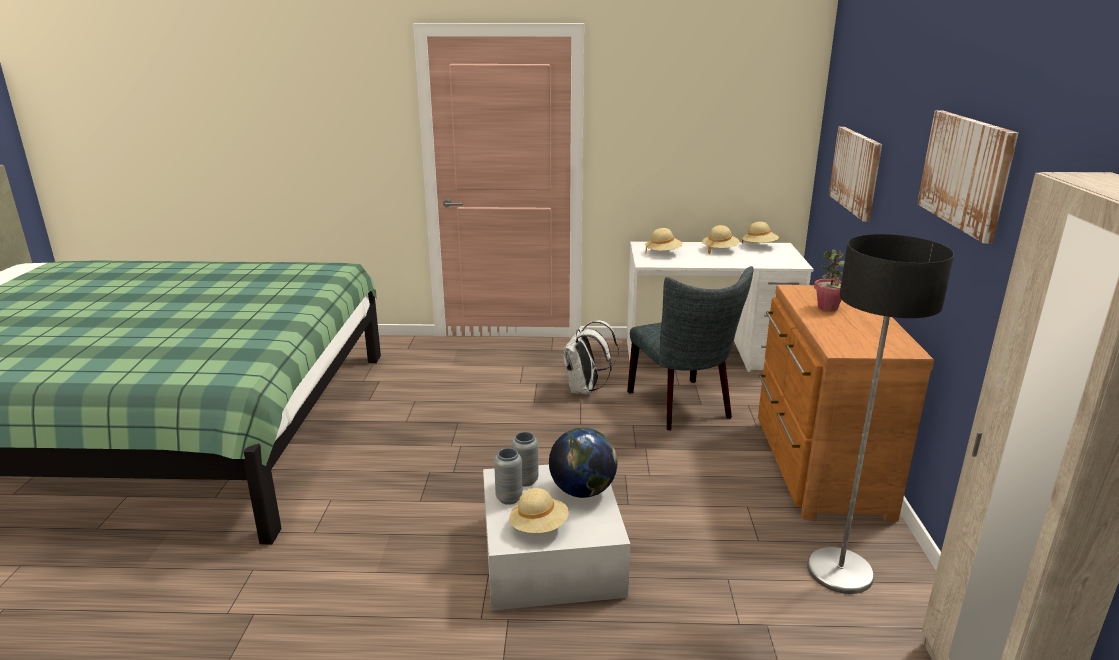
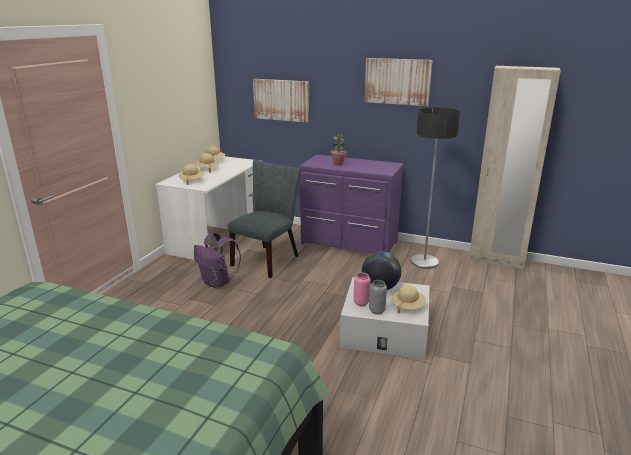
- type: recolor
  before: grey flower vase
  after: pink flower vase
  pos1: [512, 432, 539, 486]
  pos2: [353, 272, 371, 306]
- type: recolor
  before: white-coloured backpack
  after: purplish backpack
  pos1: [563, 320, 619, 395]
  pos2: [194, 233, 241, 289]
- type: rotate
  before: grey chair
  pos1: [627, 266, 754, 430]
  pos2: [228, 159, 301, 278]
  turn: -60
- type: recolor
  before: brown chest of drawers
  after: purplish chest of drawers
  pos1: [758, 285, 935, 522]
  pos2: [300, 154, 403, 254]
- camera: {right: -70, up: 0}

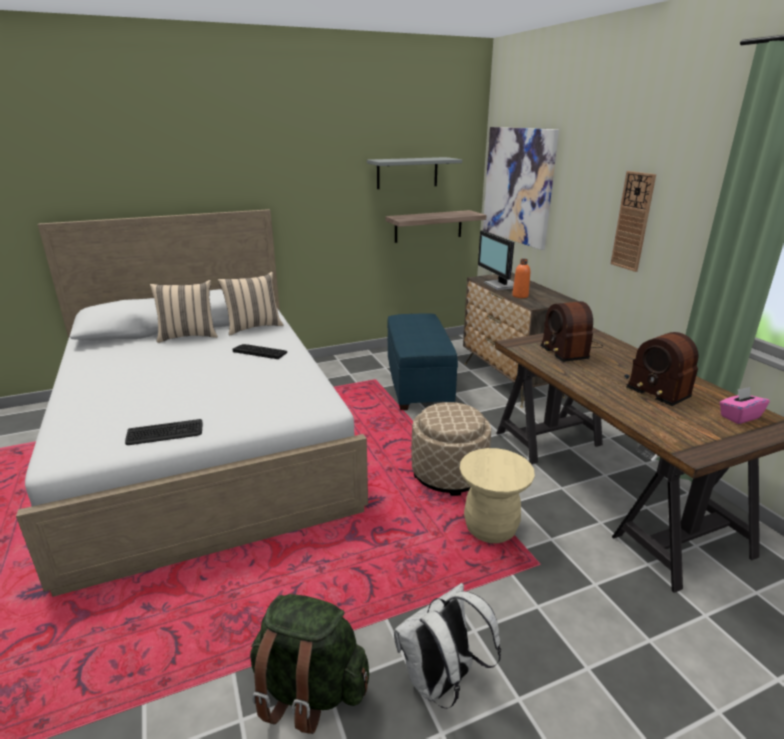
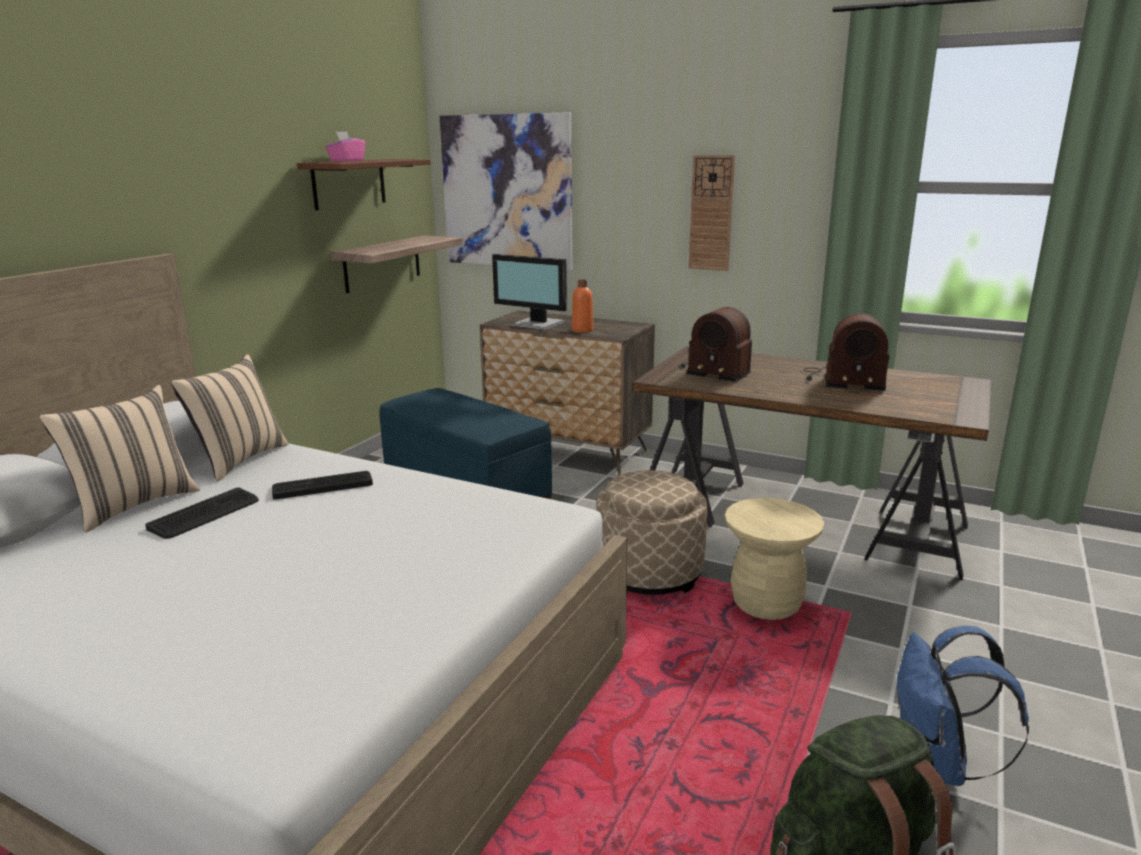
- type: move
  before: PC keyboard
  pos1: [125, 419, 203, 445]
  pos2: [145, 487, 259, 539]
- type: recolor
  before: grey shelf
  after: brown shelf
  pos1: [367, 157, 462, 189]
  pos2: [297, 159, 431, 210]
- type: recolor
  before: white-coloured backpack
  after: bluish backpack
  pos1: [394, 583, 501, 709]
  pos2: [897, 626, 1029, 786]
- type: move
  before: pink box of tissues
  pos1: [720, 387, 770, 424]
  pos2: [326, 131, 366, 161]
- camera: {right: -40, up: -5}

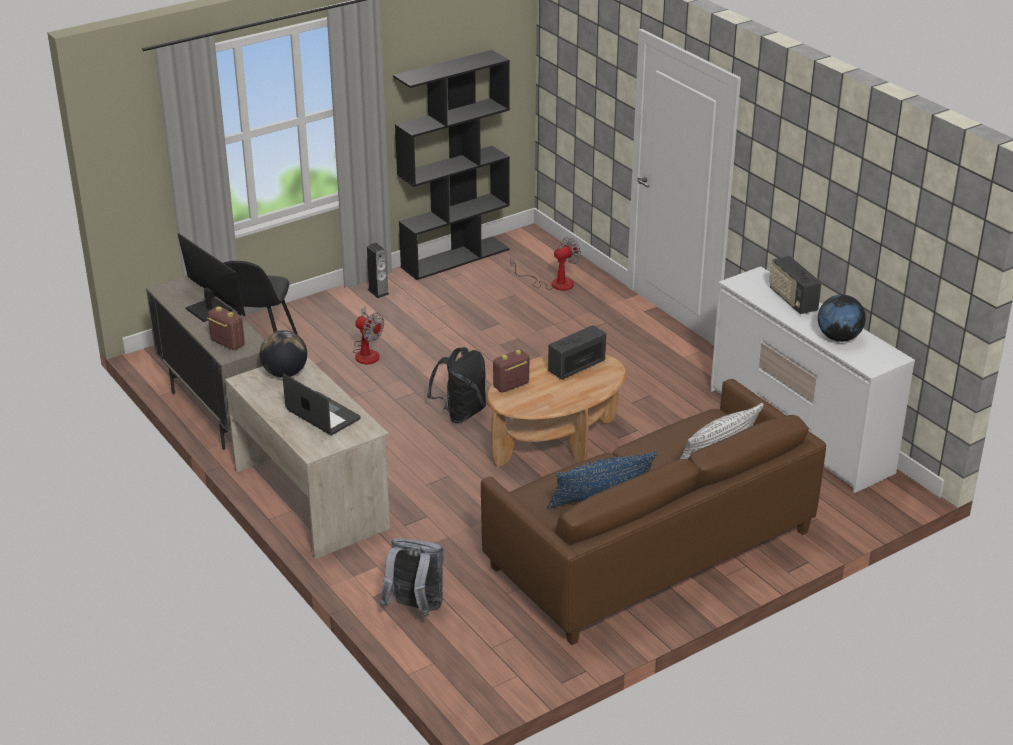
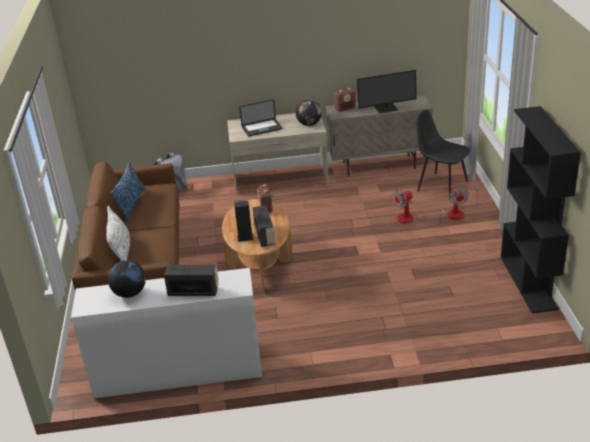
- type: move
  before: loudspeaker
  pos1: [367, 243, 389, 298]
  pos2: [234, 201, 254, 242]
- type: delete
  before: black backpack
  pos1: [427, 347, 486, 423]
- type: move
  before: fan
  pos1: [510, 237, 581, 291]
  pos2: [448, 185, 479, 220]
- camera: {right: 120, up: 0}

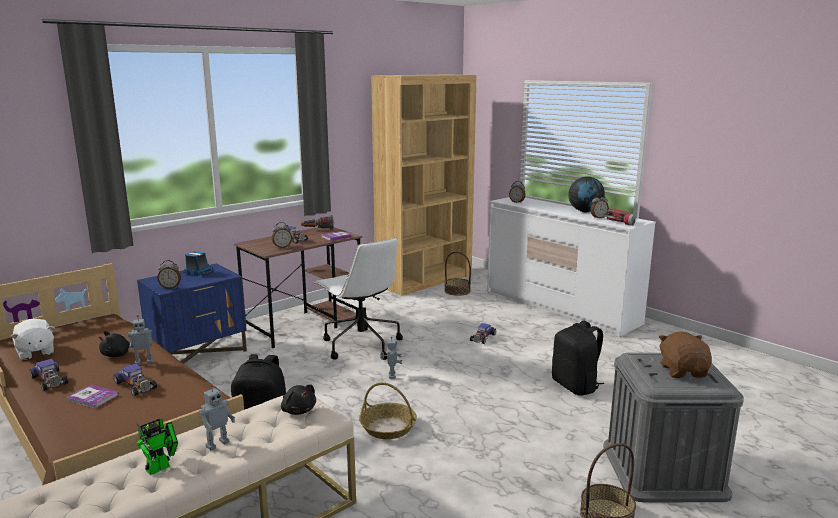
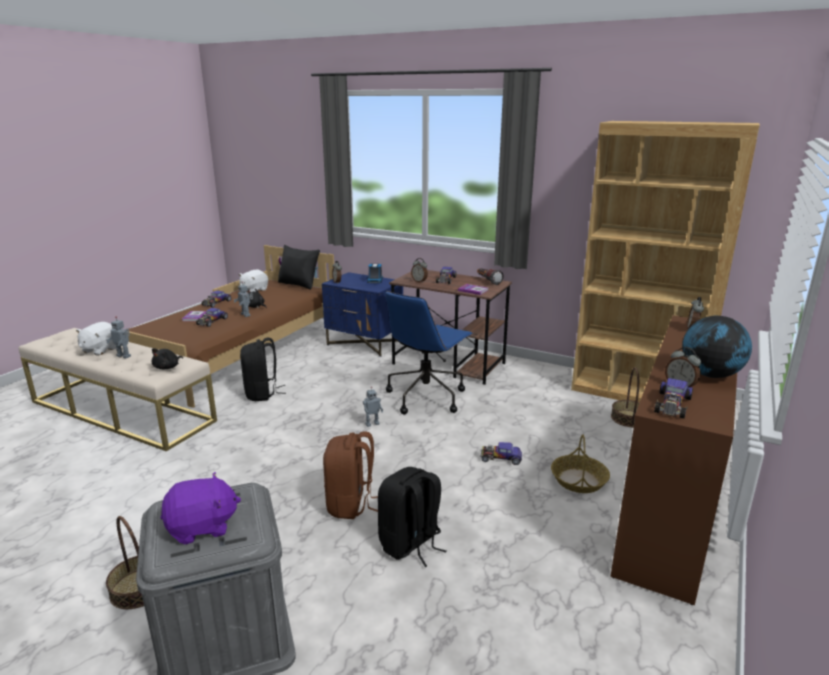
- type: replace
  before: toy robot
  after: white-coloured plush toy
  pos1: [137, 419, 178, 475]
  pos2: [76, 322, 116, 356]
- type: recolor
  before: white-coloured office chair
  after: bluish office chair
  pos1: [314, 237, 403, 360]
  pos2: [385, 291, 473, 414]
- type: move
  before: storage basket
  pos1: [359, 382, 417, 439]
  pos2: [551, 434, 610, 493]
- type: recolor
  before: white-coloured chest of drawers
  after: brown chest of drawers
  pos1: [487, 197, 656, 337]
  pos2: [610, 315, 737, 605]
- type: replace
  before: hand torch
  after: miniature car
  pos1: [603, 208, 636, 226]
  pos2: [654, 378, 693, 419]
- type: recolor
  before: brown plush toy
  after: purplish plush toy
  pos1: [659, 331, 712, 378]
  pos2: [160, 472, 241, 544]
- type: insert
  after: black cushion
  pos2: [278, 245, 320, 290]
- type: insert
  after: brown backpack
  pos2: [323, 431, 378, 519]
- camera: {right: 70, up: 5}

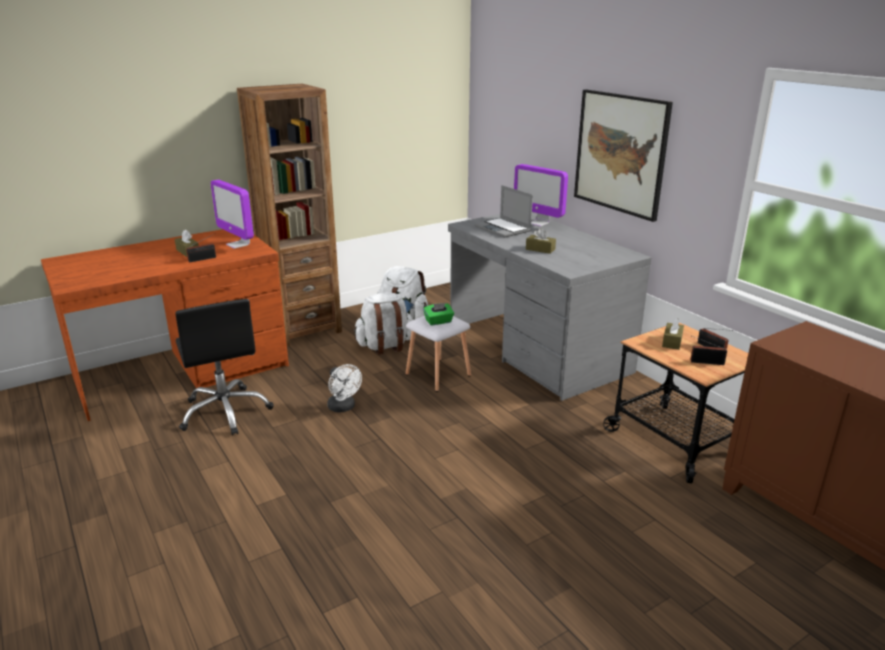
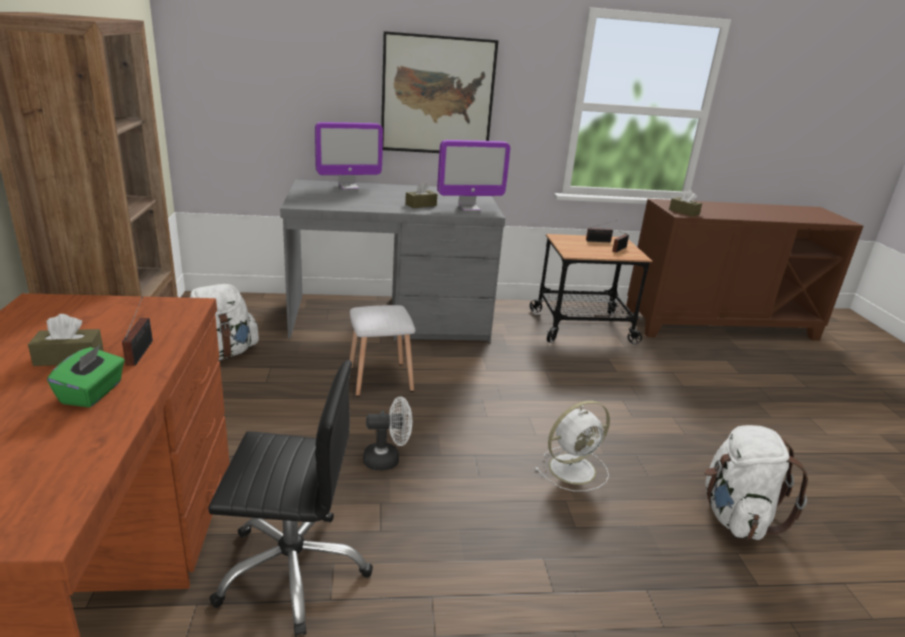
- type: move
  before: monitor
  pos1: [211, 180, 254, 249]
  pos2: [437, 140, 510, 211]
- type: move
  before: white-coloured backpack
  pos1: [353, 293, 412, 355]
  pos2: [705, 425, 808, 540]
- type: move
  before: greenish box of tissues
  pos1: [423, 303, 454, 326]
  pos2: [47, 345, 125, 407]
- type: delete
  before: laptop
  pos1: [475, 185, 533, 238]
- type: move
  before: brown box of tissues
  pos1: [662, 318, 684, 350]
  pos2: [669, 190, 702, 216]
- type: insert
  after: white-coloured fan
  pos2: [534, 400, 610, 491]
- camera: {right: -65, up: 0}

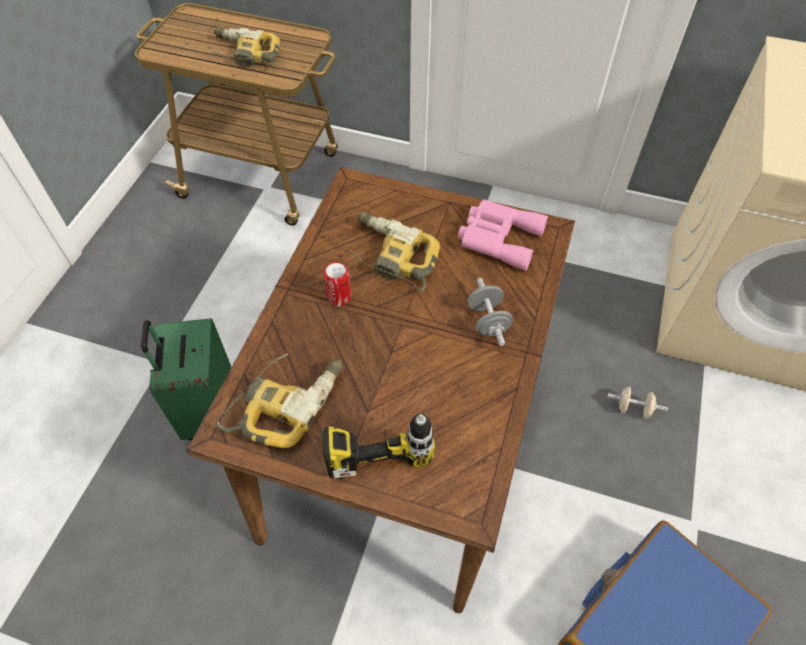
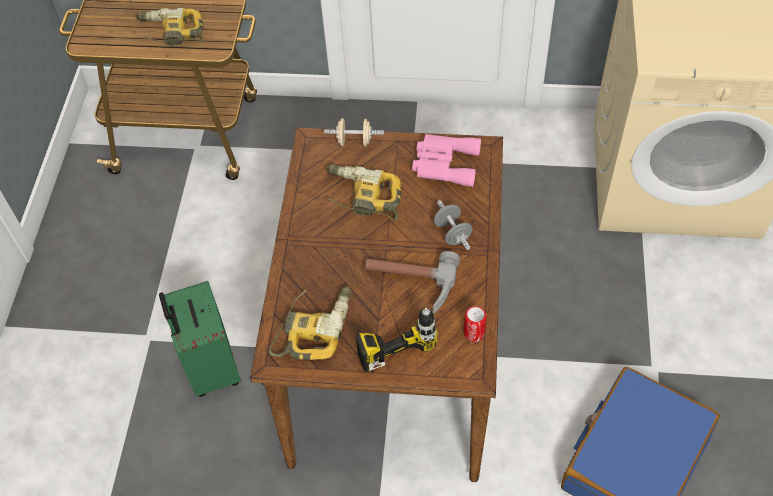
- type: move
  before: can
  pos1: [324, 262, 351, 306]
  pos2: [464, 306, 487, 342]
- type: move
  before: beige free weight
  pos1: [607, 387, 668, 419]
  pos2: [324, 118, 384, 147]
- type: insert
  after: hammer
  pos2: [365, 251, 460, 314]
- camera: {right: -10, up: 0}

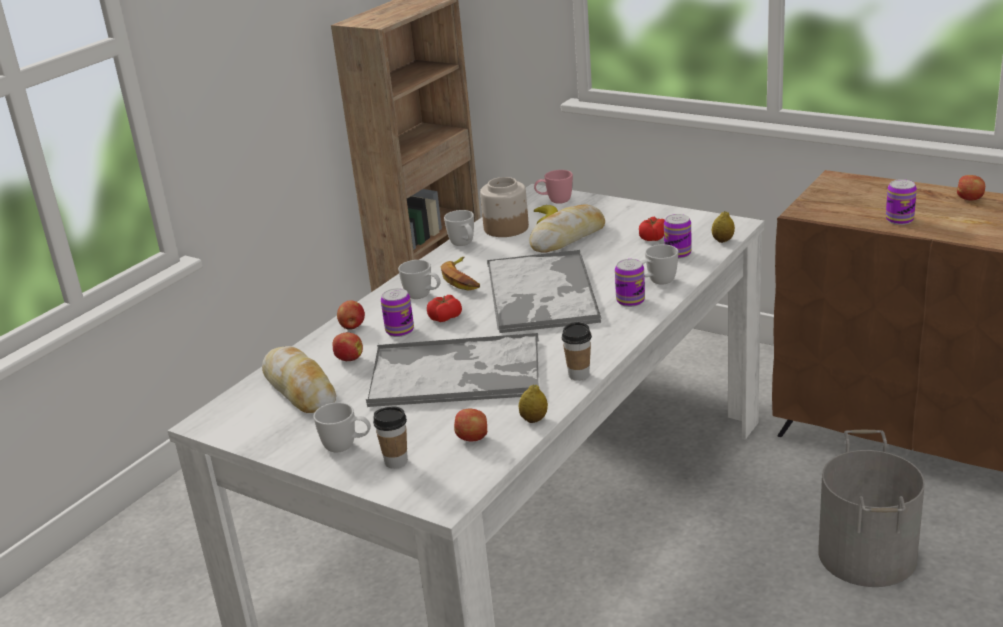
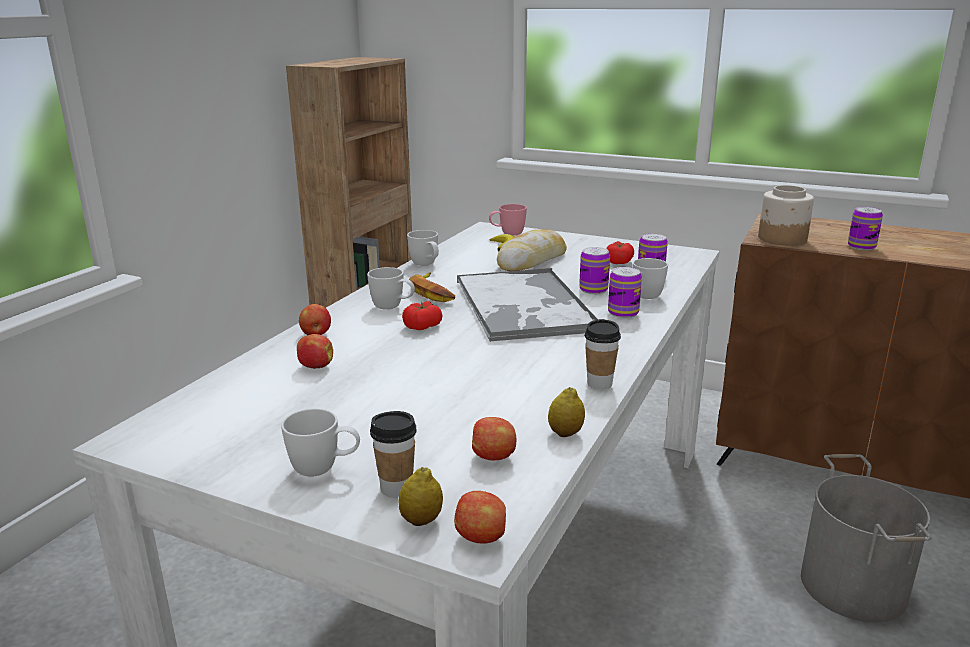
- type: delete
  before: bakery bread
  pos1: [262, 346, 336, 413]
- type: delete
  before: tray
  pos1: [366, 333, 539, 407]
- type: move
  before: can
  pos1: [381, 288, 414, 337]
  pos2: [579, 247, 610, 294]
- type: move
  before: storage jar
  pos1: [480, 177, 529, 237]
  pos2: [758, 185, 814, 246]
- type: move
  before: citrus fruit
  pos1: [712, 211, 735, 243]
  pos2: [398, 467, 443, 526]
- type: move
  before: whole apple
  pos1: [957, 175, 985, 201]
  pos2: [454, 491, 506, 543]
- camera: {right: -10, up: -5}

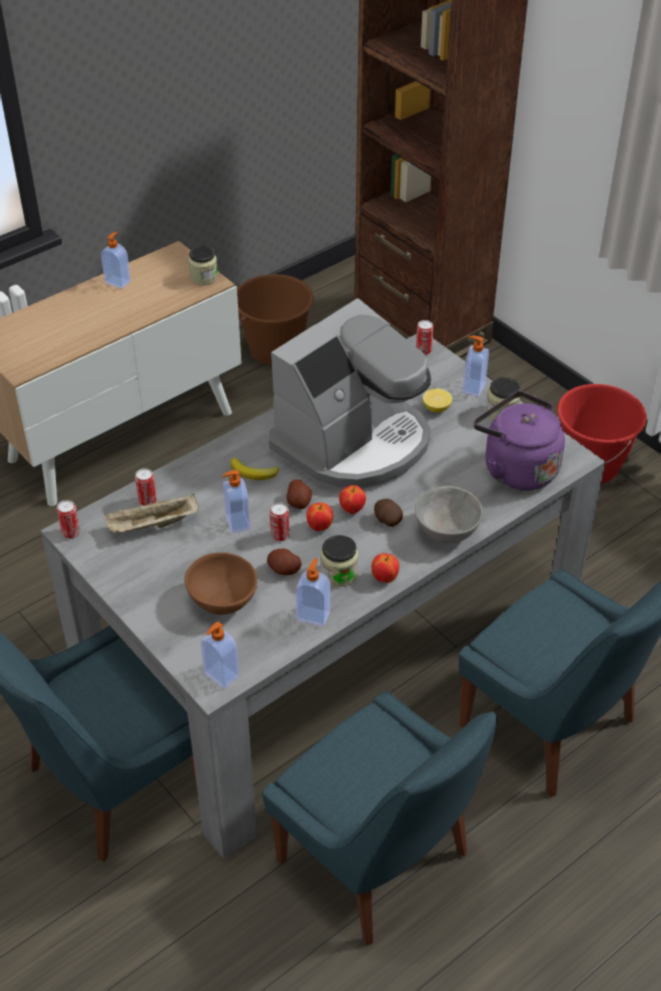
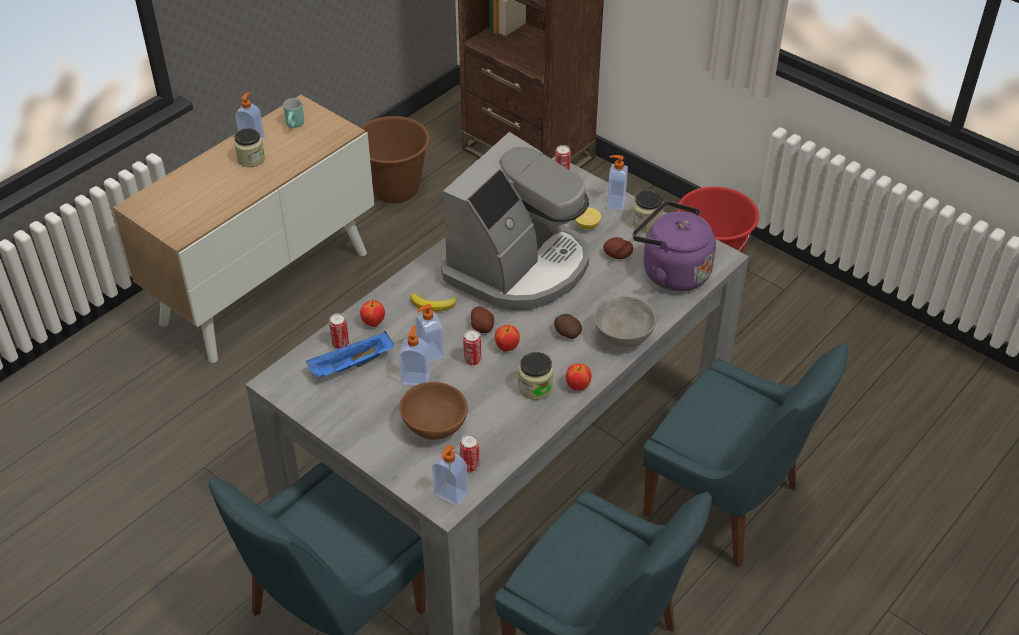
- type: move
  before: can
  pos1: [57, 500, 81, 539]
  pos2: [460, 434, 480, 472]
- type: recolor
  before: beige tray
  after: bluish tray
  pos1: [104, 493, 199, 534]
  pos2: [306, 331, 394, 378]
- type: move
  before: storage jar
  pos1: [188, 246, 218, 286]
  pos2: [234, 128, 265, 167]
- type: move
  before: spud
  pos1: [267, 548, 302, 575]
  pos2: [603, 237, 633, 259]
- type: move
  before: soap bottle
  pos1: [295, 558, 330, 626]
  pos2: [399, 326, 430, 386]
- type: move
  before: whole apple
  pos1: [339, 485, 366, 514]
  pos2: [360, 300, 385, 327]
- type: insert
  after: blue-green coffee mug
  pos2: [283, 98, 304, 128]
- camera: {right: -10, up: 0}

